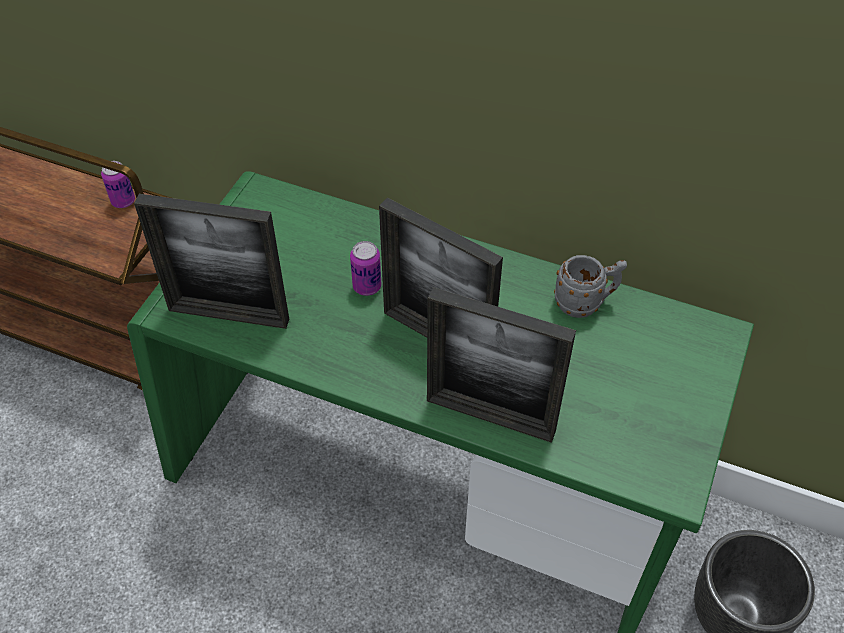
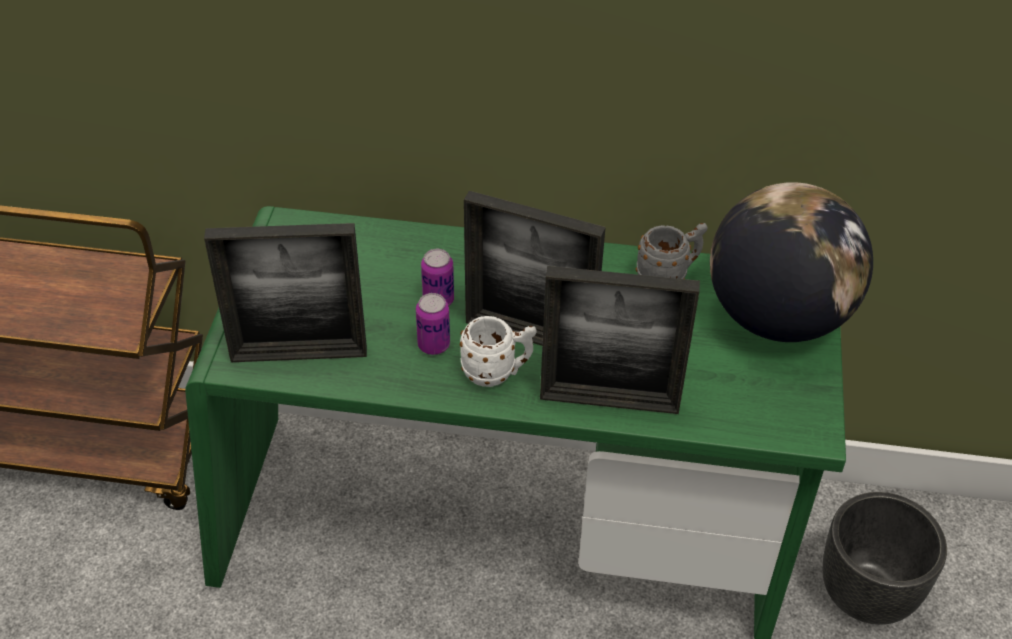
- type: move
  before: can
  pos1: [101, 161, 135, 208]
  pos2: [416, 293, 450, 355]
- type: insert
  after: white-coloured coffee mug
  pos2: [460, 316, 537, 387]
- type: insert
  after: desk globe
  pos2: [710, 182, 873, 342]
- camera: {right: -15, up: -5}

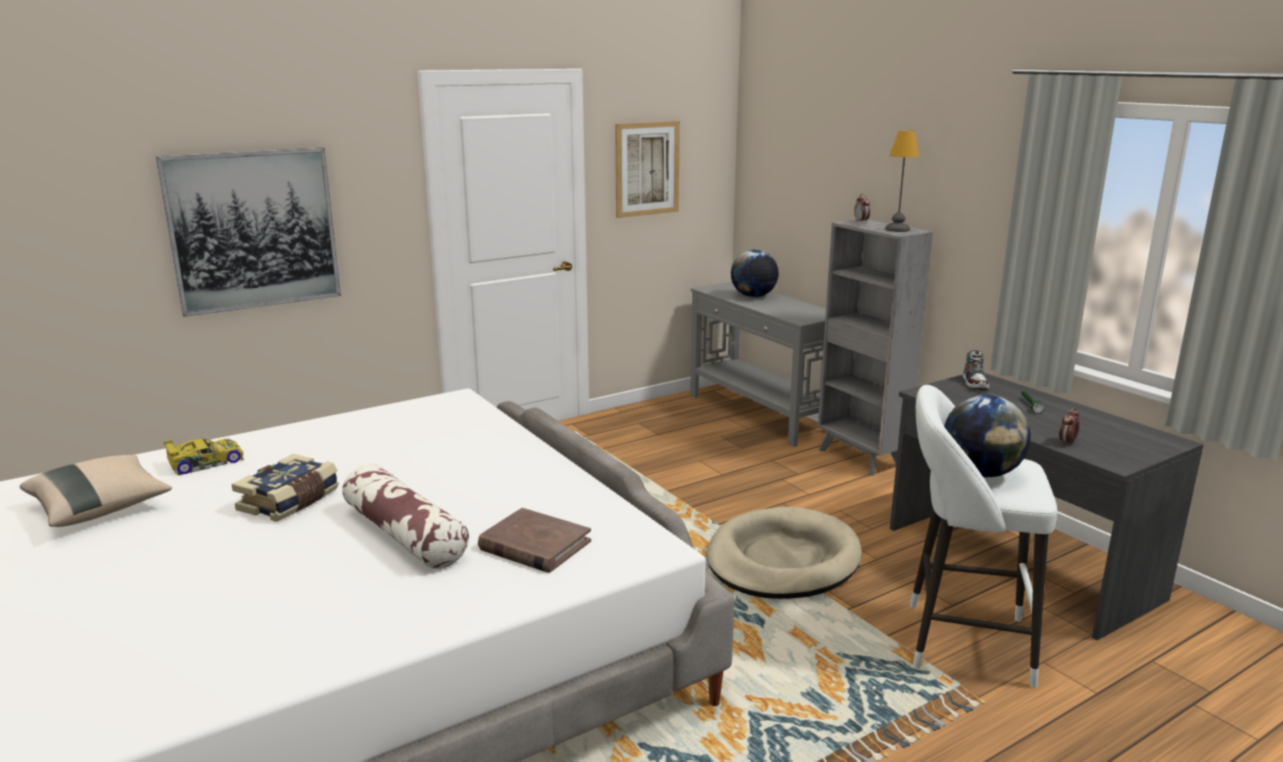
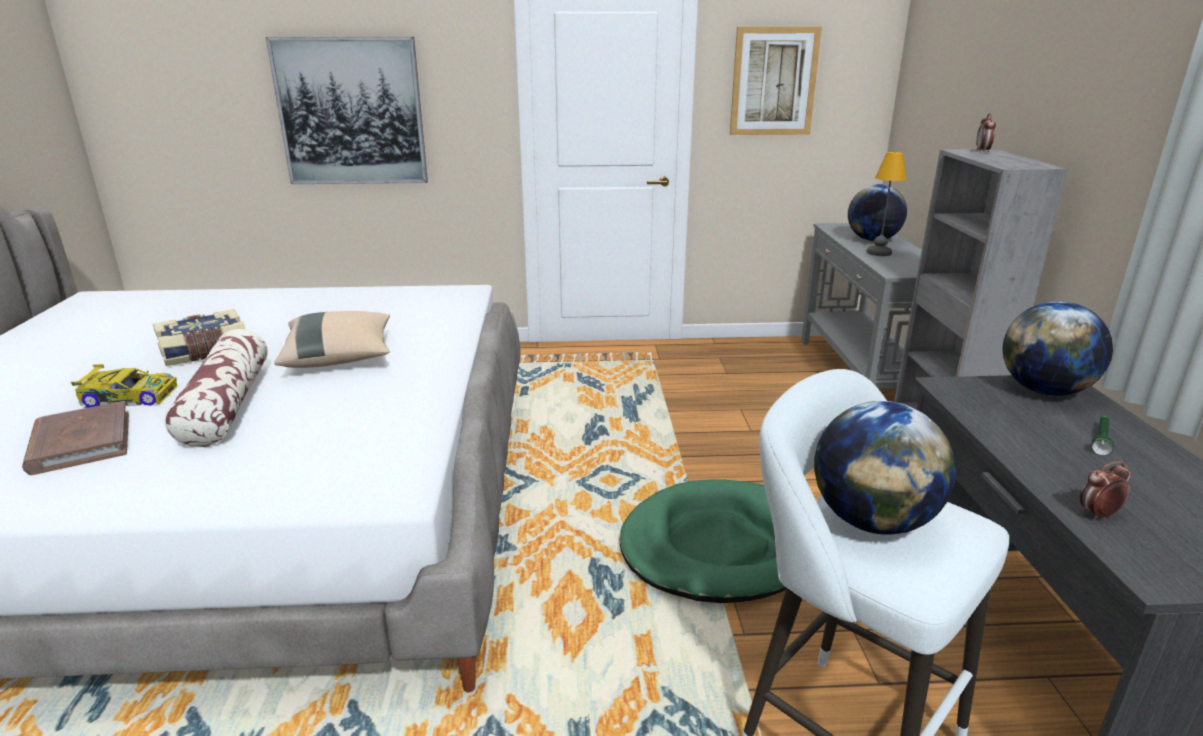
- type: move
  before: beige cushion
  pos1: [20, 455, 172, 527]
  pos2: [275, 311, 390, 368]
- type: move
  before: miniature car
  pos1: [163, 438, 244, 475]
  pos2: [70, 364, 178, 408]
- type: move
  before: brown volume
  pos1: [478, 508, 591, 573]
  pos2: [22, 401, 129, 475]
- type: recolor
  before: beige dog cushion
  after: greenish dog cushion
  pos1: [706, 507, 862, 599]
  pos2: [620, 479, 786, 603]
- type: move
  before: lamp for a table
  pos1: [885, 130, 919, 232]
  pos2: [866, 152, 907, 256]
- type: replace
  before: low shoe
  after: desk globe
  pos1: [963, 351, 989, 390]
  pos2: [1002, 301, 1113, 396]
- camera: {right: 30, up: 5}

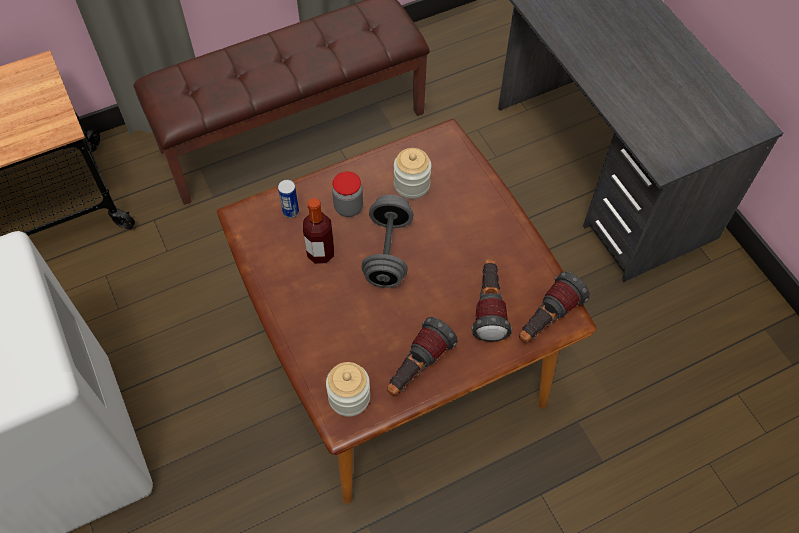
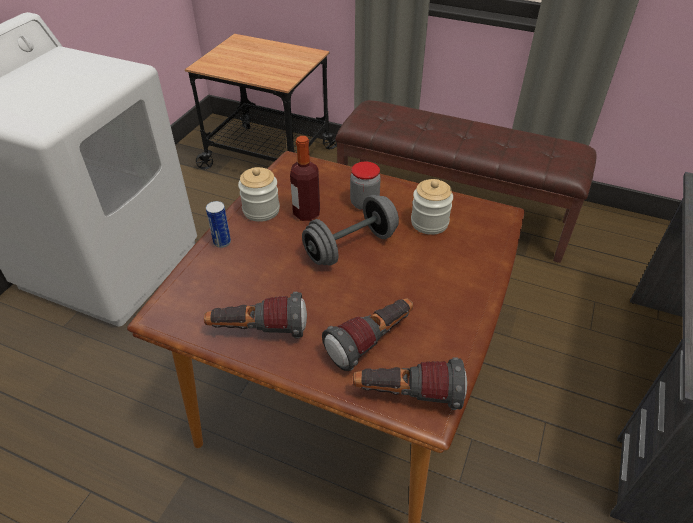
- type: move
  before: can
  pos1: [278, 180, 299, 218]
  pos2: [206, 201, 231, 248]
- type: move
  before: storage jar
  pos1: [326, 362, 370, 417]
  pos2: [238, 167, 280, 222]
- camera: {right: 50, up: -15}

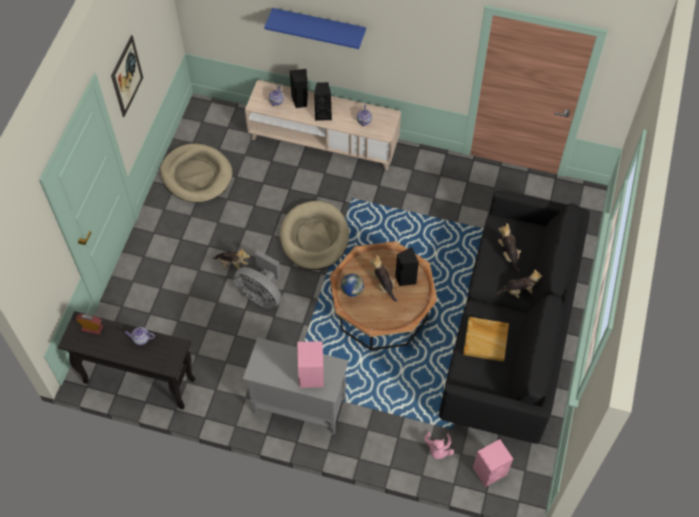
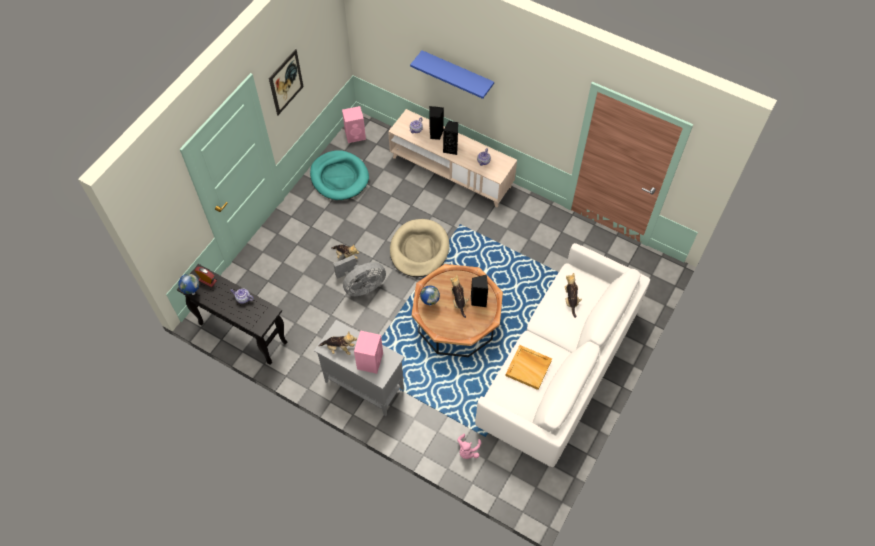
- type: recolor
  before: beige dog cushion
  after: blue-green dog cushion
  pos1: [160, 144, 232, 203]
  pos2: [310, 150, 369, 200]
- type: rotate
  before: grey fan
  pos1: [234, 250, 282, 309]
  pos2: [334, 255, 386, 296]
  turn: -75
- type: recolor
  before: black sofa
  after: white-coloured sofa
  pos1: [439, 190, 590, 444]
  pos2: [475, 243, 650, 467]
- type: move
  before: pink loudspeaker
  pos1: [473, 439, 513, 487]
  pos2: [342, 106, 366, 143]
- type: move
  before: plush toy
  pos1: [497, 269, 542, 298]
  pos2: [319, 332, 357, 355]
- type: insert
  after: desk globe
  pos2: [178, 274, 199, 295]
- camera: {right: 15, up: 0}

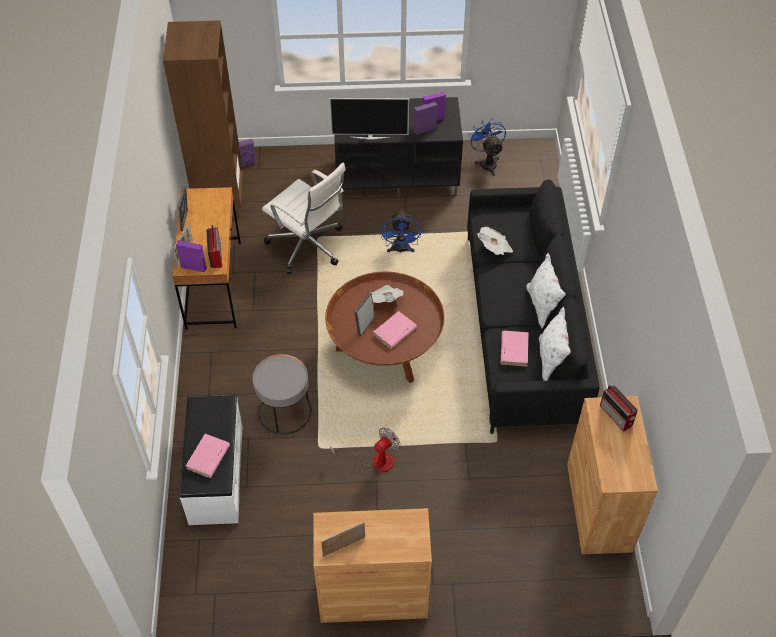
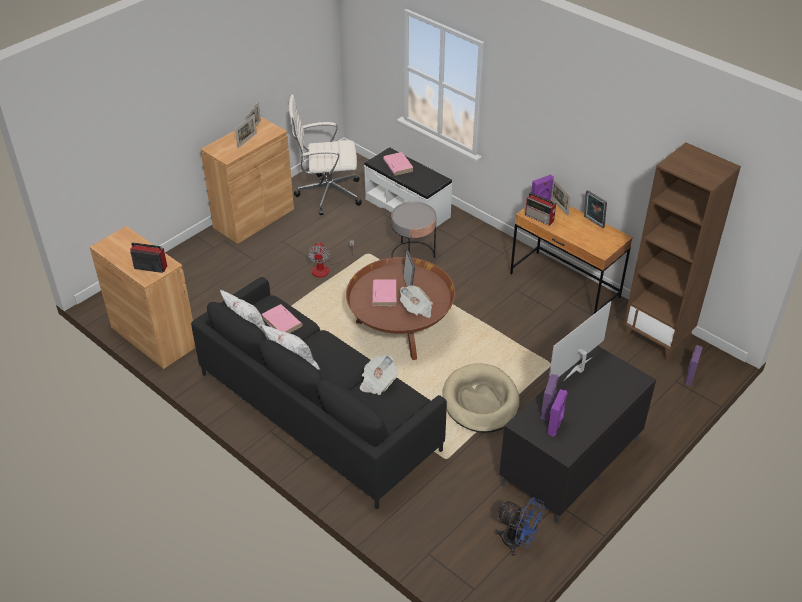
- type: move
  before: white-coloured office chair
  pos1: [262, 163, 346, 274]
  pos2: [289, 94, 362, 215]
- type: replace
  before: bluish fan
  after: beige dog cushion
  pos1: [381, 209, 421, 252]
  pos2: [442, 363, 519, 433]
- type: insert
  after: picture frame
  pos2: [235, 114, 257, 149]
- camera: {right: 135, up: -10}

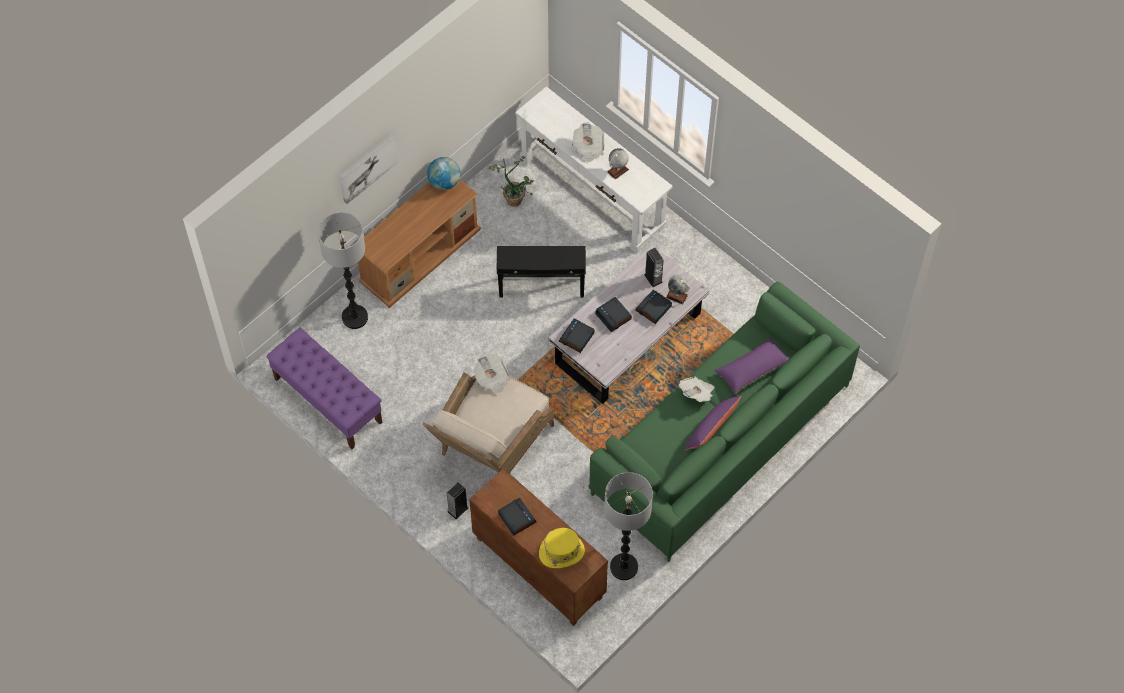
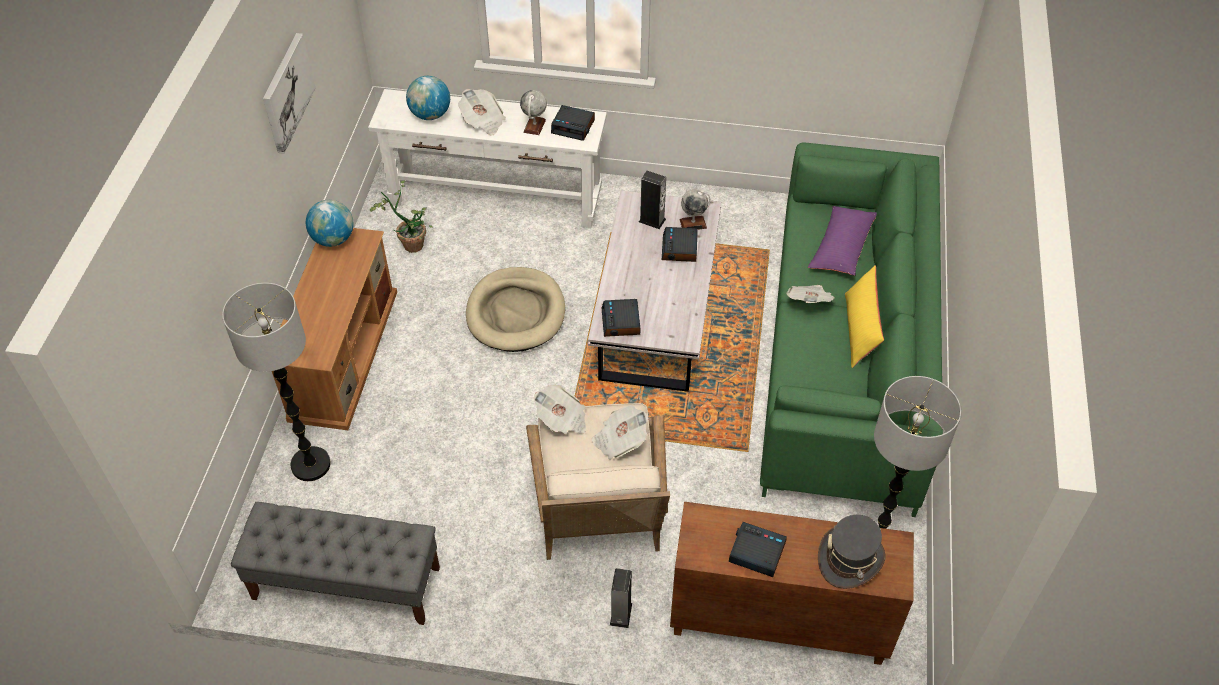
- type: recolor
  before: purplish long seat
  after: grey long seat
  pos1: [266, 328, 382, 449]
  pos2: [231, 502, 440, 625]
- type: move
  before: picture
  pos1: [339, 133, 397, 204]
  pos2: [263, 33, 316, 154]
- type: replace
  before: black end table
  after: beige dog cushion
  pos1: [497, 246, 586, 297]
  pos2: [466, 267, 565, 352]
- type: recolor
  before: yellowish wearable hat
  after: grey wearable hat
  pos1: [539, 528, 585, 568]
  pos2: [818, 515, 885, 589]
- type: move
  before: table clock
  pos1: [595, 297, 632, 332]
  pos2: [551, 105, 595, 141]
- type: recolor
  before: purplish cushion
  after: yellowish cushion
  pos1: [684, 396, 741, 451]
  pos2: [845, 265, 884, 368]
- type: insert
  after: desk globe
  pos2: [406, 76, 450, 120]
- type: insert
  after: daily paper
  pos2: [592, 405, 649, 460]
- camera: {right: -35, up: -10}

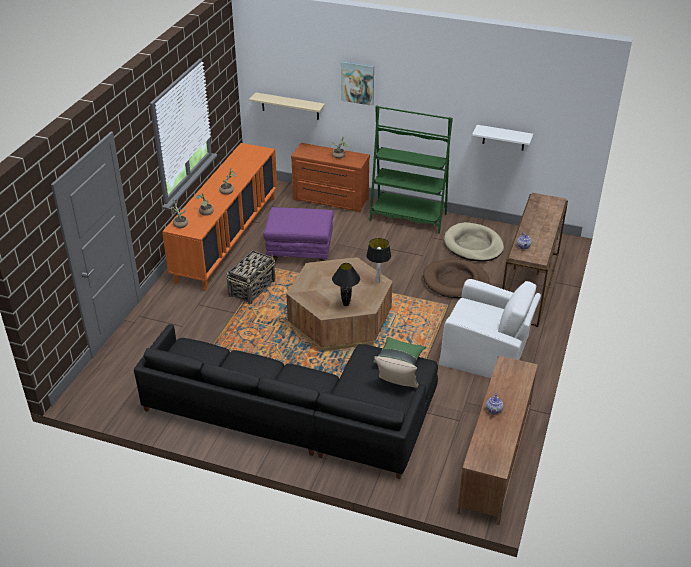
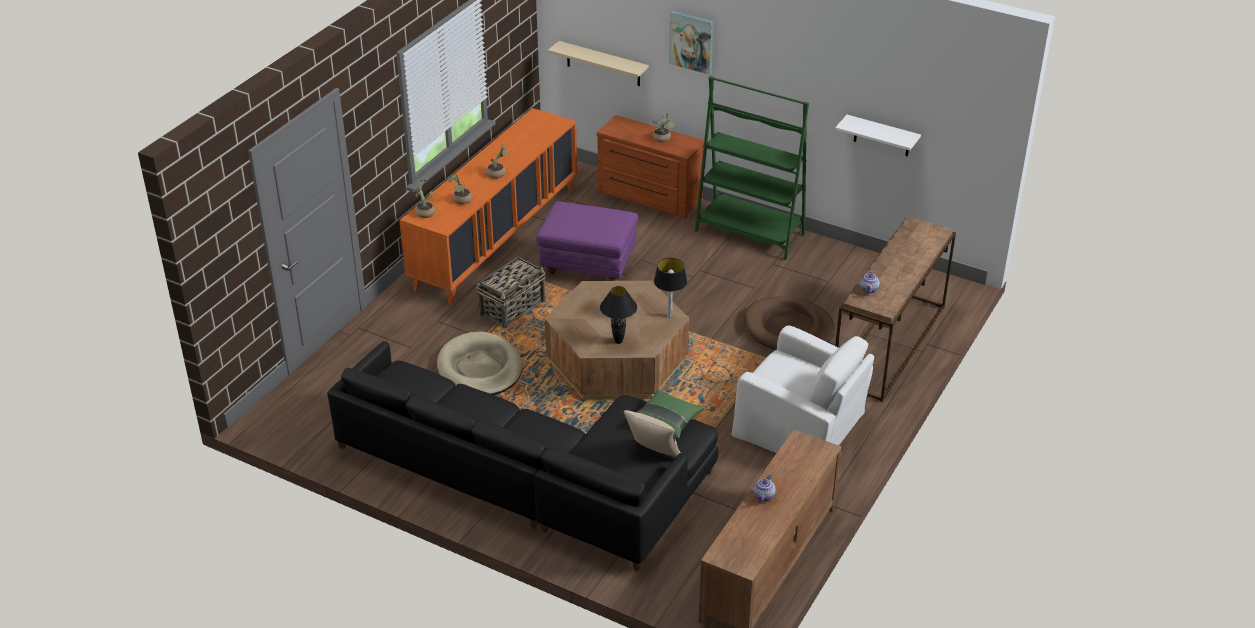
- type: move
  before: beige dog cushion
  pos1: [444, 222, 504, 262]
  pos2: [437, 331, 522, 395]
- camera: {right: 10, up: 0}

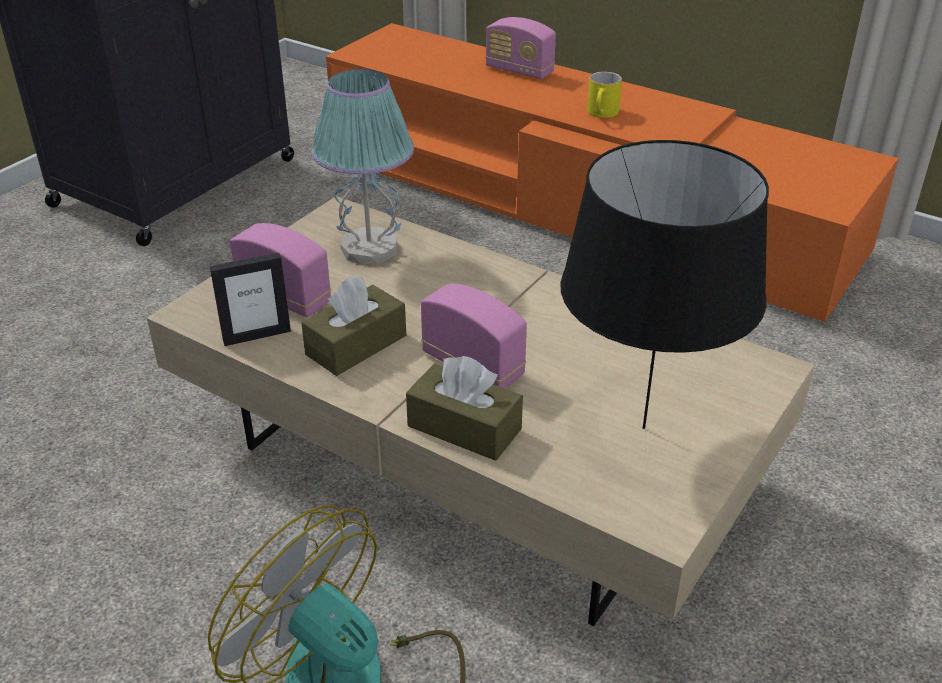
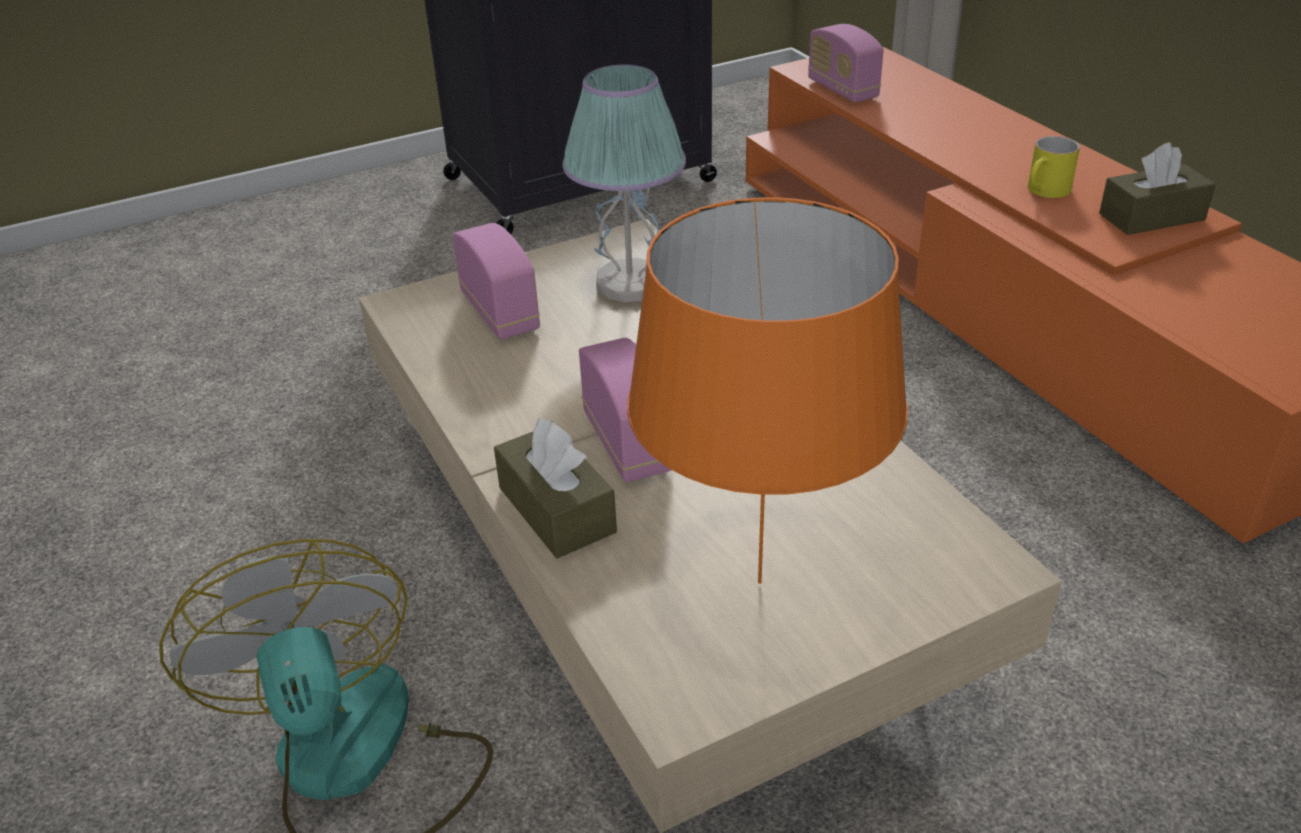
- type: delete
  before: picture frame
  pos1: [210, 253, 291, 346]
- type: move
  before: brown box of tissues
  pos1: [301, 276, 406, 376]
  pos2: [1099, 142, 1216, 235]
- type: move
  before: radio
  pos1: [485, 17, 556, 79]
  pos2: [808, 24, 884, 102]
- type: recolor
  before: black lamp for a table
  after: orange lamp for a table
  pos1: [560, 140, 769, 429]
  pos2: [627, 197, 908, 584]
- camera: {right: 30, up: 0}

